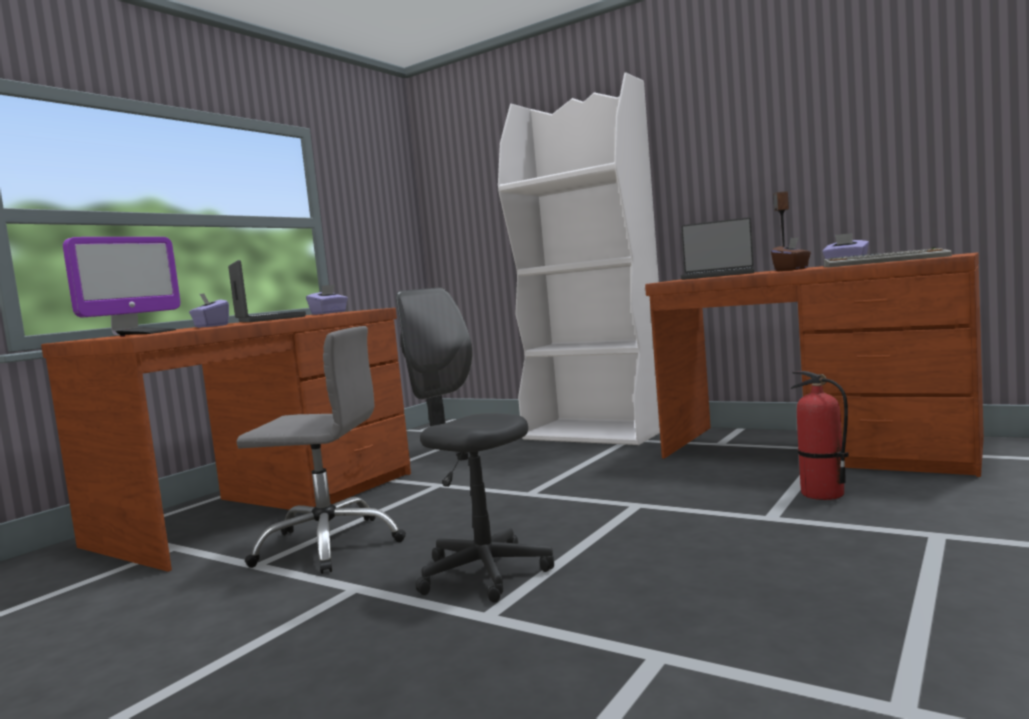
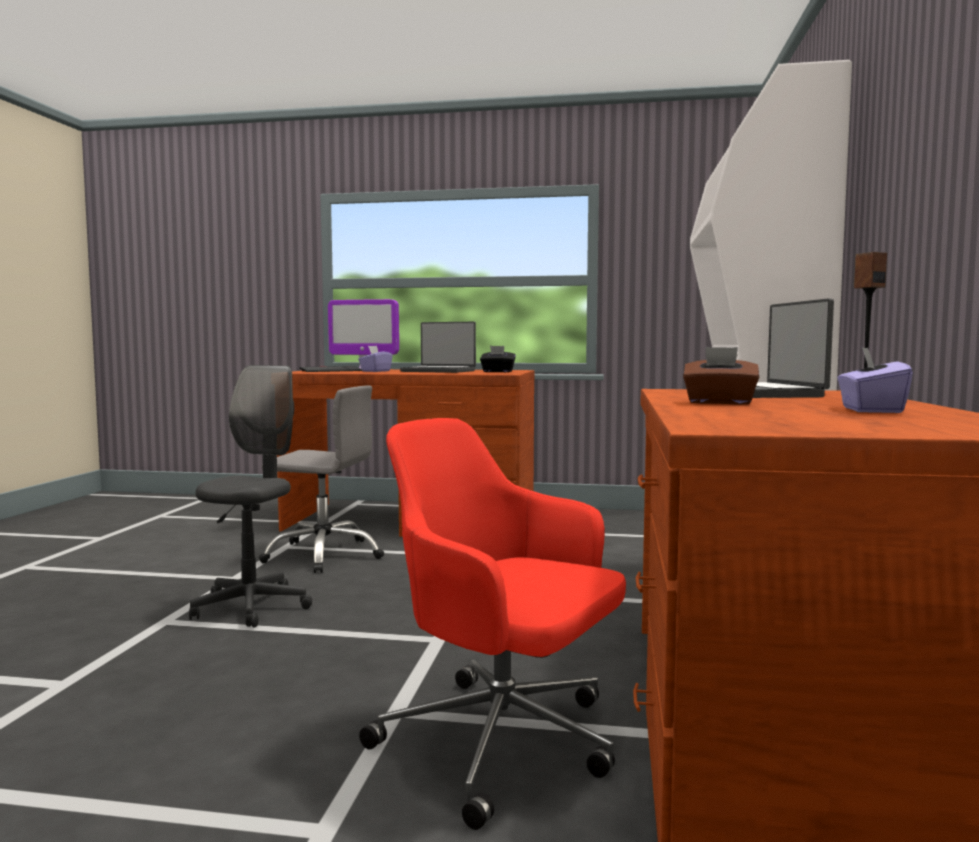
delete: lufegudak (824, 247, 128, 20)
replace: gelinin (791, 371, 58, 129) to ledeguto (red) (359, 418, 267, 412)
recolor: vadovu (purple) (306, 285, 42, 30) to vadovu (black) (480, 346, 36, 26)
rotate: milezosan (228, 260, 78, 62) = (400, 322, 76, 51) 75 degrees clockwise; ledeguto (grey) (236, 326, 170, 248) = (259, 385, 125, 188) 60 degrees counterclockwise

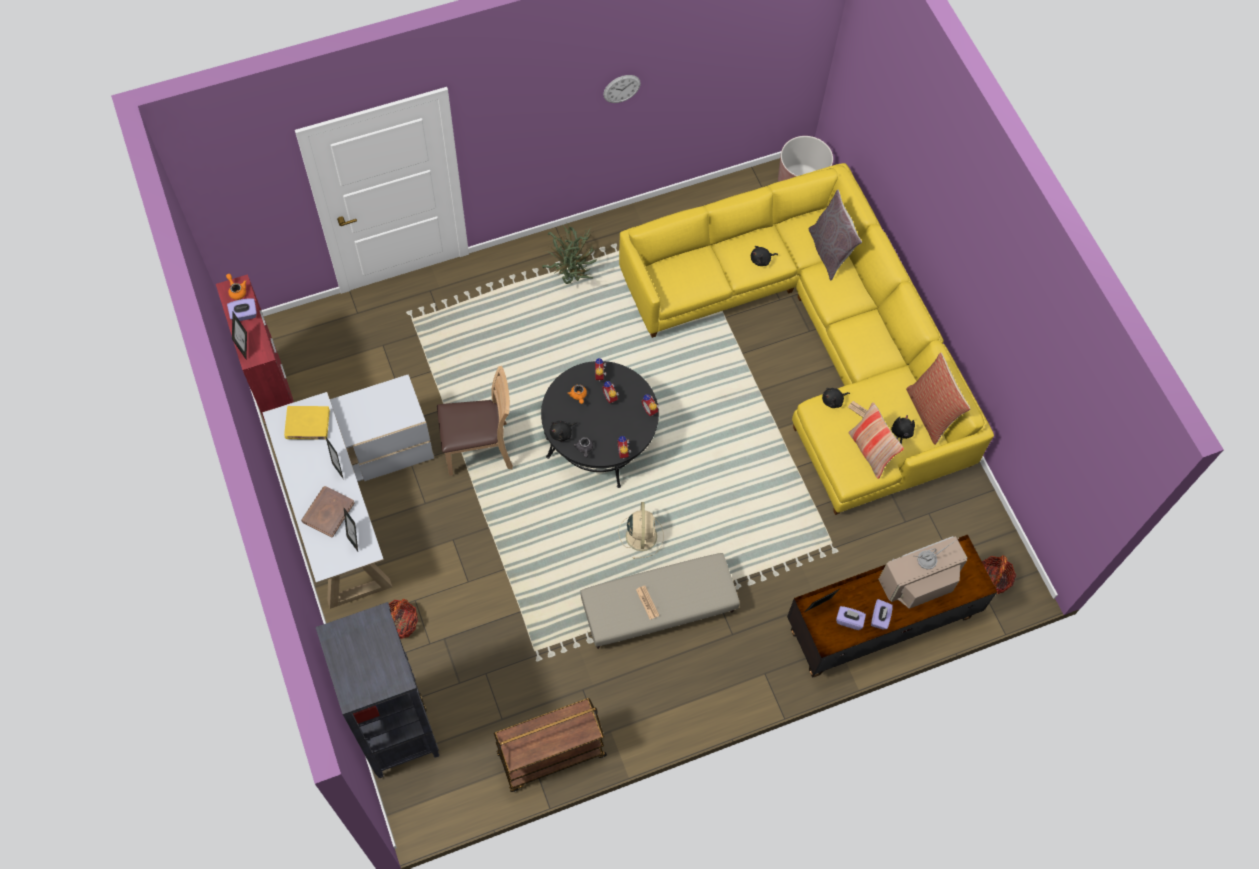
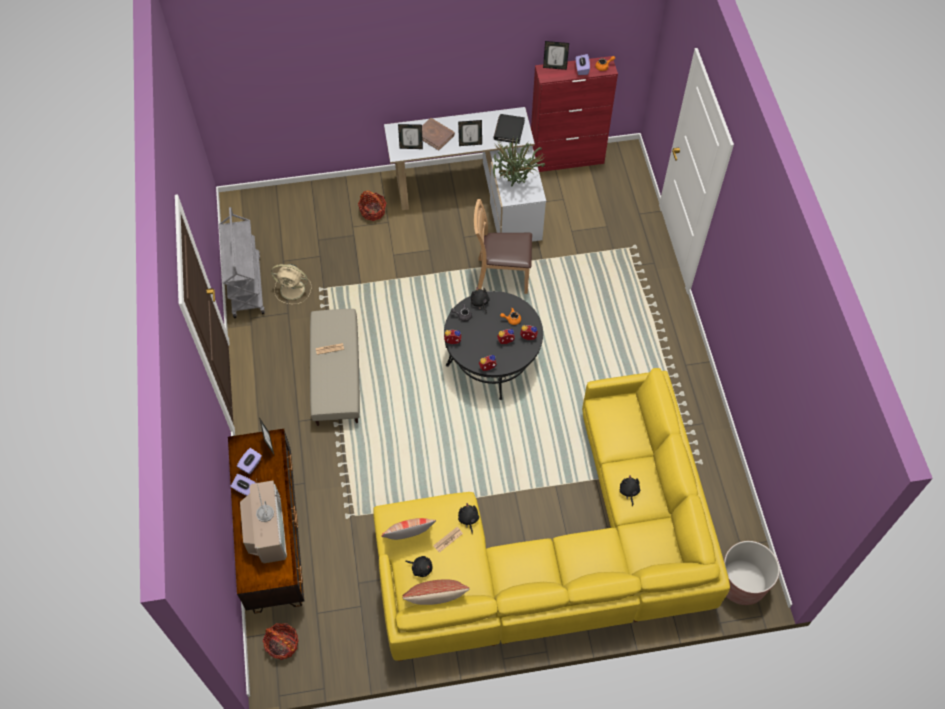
delete: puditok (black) (316, 602, 123, 176); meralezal (603, 75, 38, 28); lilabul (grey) (808, 190, 54, 90)
move: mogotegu (542, 223, 55, 61) to (493, 137, 53, 50); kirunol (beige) (619, 502, 44, 57) to (271, 264, 40, 40)
recolor: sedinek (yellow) (284, 406, 46, 34) to sedinek (black) (494, 114, 31, 30); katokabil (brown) (494, 698, 113, 94) to katokabil (grey) (219, 207, 46, 111)
rotate: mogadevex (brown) (437, 366, 76, 110) = (474, 199, 58, 95) 90 degrees clockwise

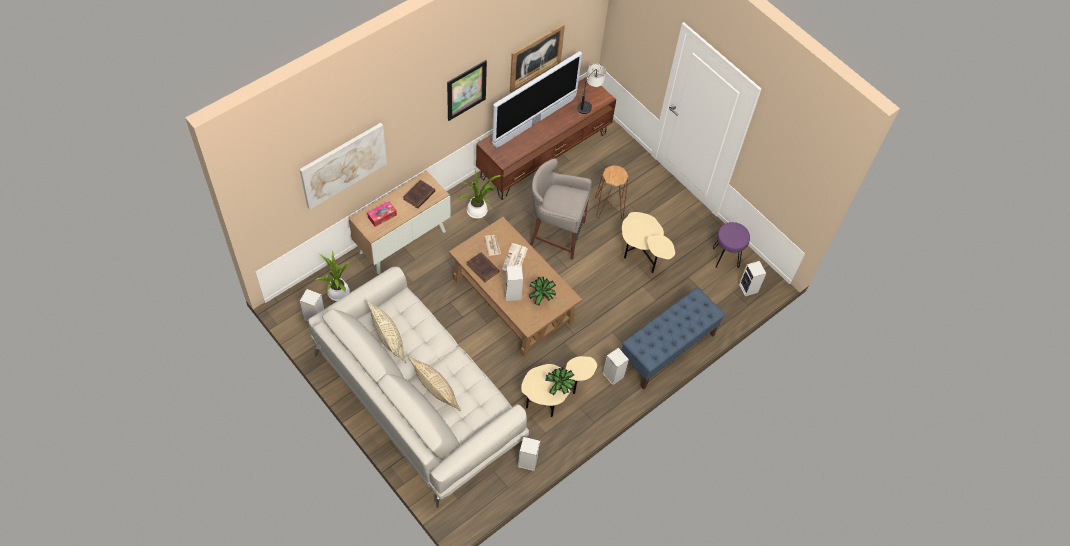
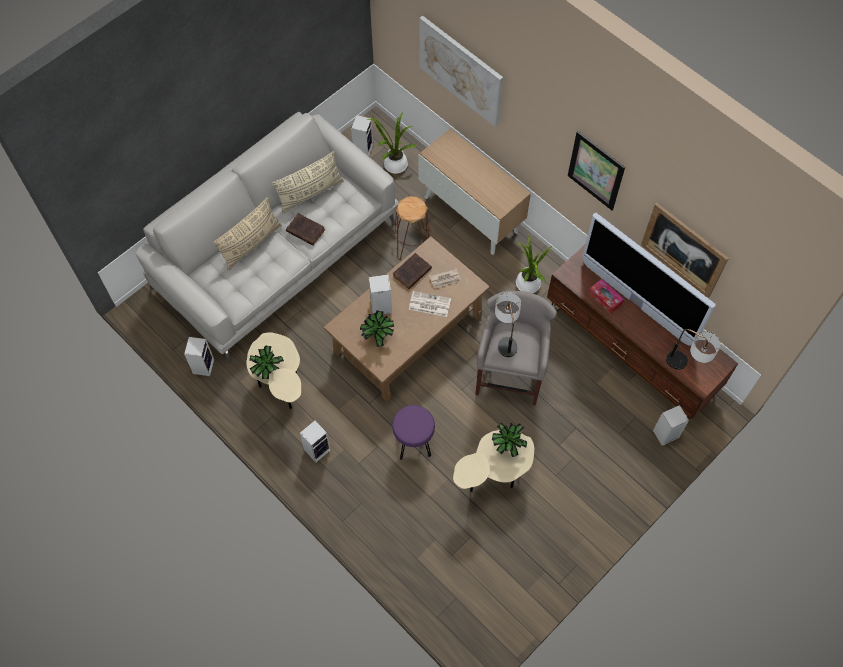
delete: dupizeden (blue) (621, 287, 104, 103)
insert: mogotegu (492, 423, 35, 34); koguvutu (495, 292, 27, 65)
move: vadovu (367, 201, 30, 26) to (589, 279, 35, 35); sedinek (brown) (404, 180, 31, 29) to (286, 213, 39, 33); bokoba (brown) (595, 165, 33, 54) to (394, 196, 36, 64); bokoba (purple) (713, 222, 37, 46) to (392, 405, 43, 55); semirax (739, 261, 27, 36) to (653, 405, 36, 41)

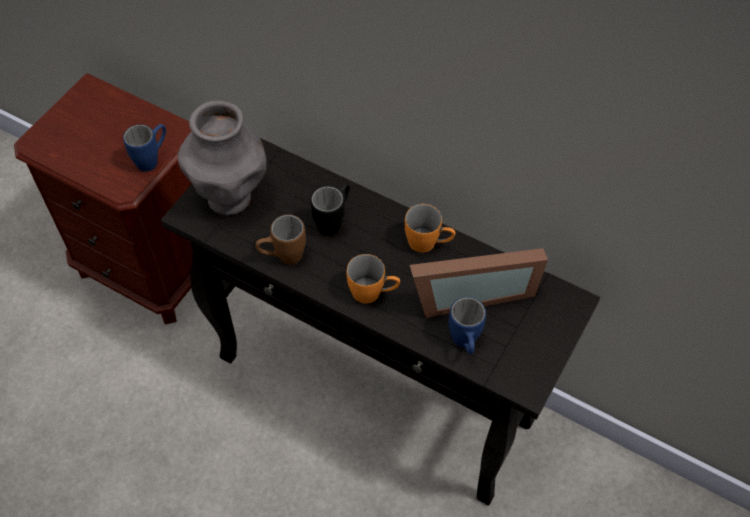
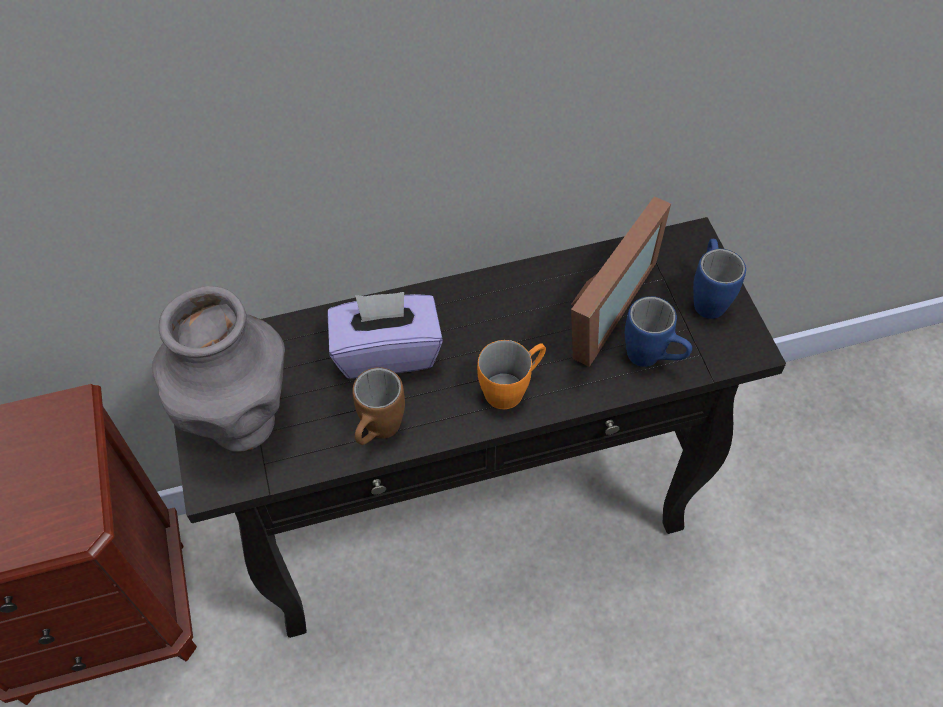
delete: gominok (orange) (405, 204, 51, 49)
move: gominok (blue) (123, 124, 43, 48) to (693, 239, 53, 80)
replace: gominok (black) (311, 183, 39, 53) to vadovu (purple) (327, 292, 116, 87)

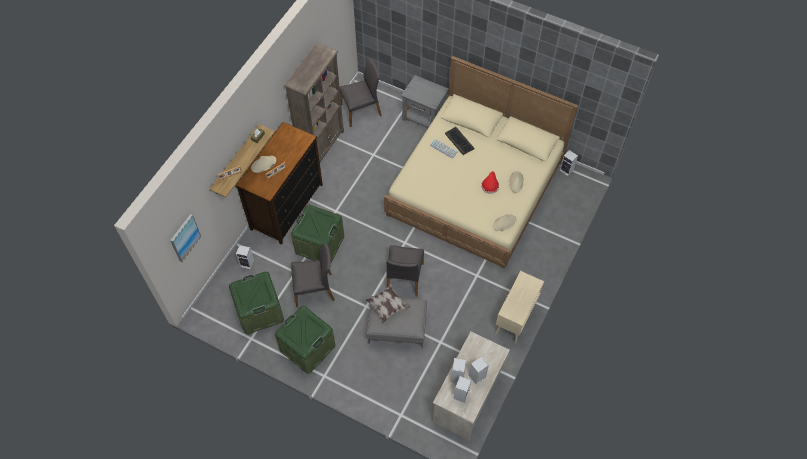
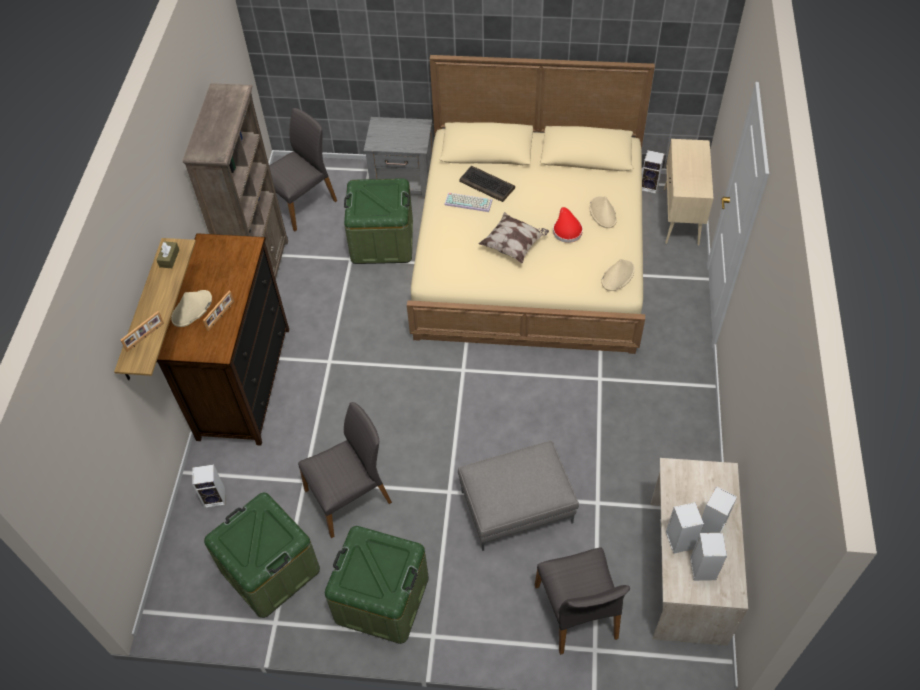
delete: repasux (170, 214, 31, 48)
move: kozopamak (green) (291, 205, 53, 57) to (344, 178, 69, 86); lilabul (366, 284, 44, 39) to (479, 212, 70, 51); mogadevex (grey) (386, 245, 38, 51) to (535, 548, 95, 107); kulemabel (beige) (495, 271, 49, 73) to (664, 139, 49, 107)

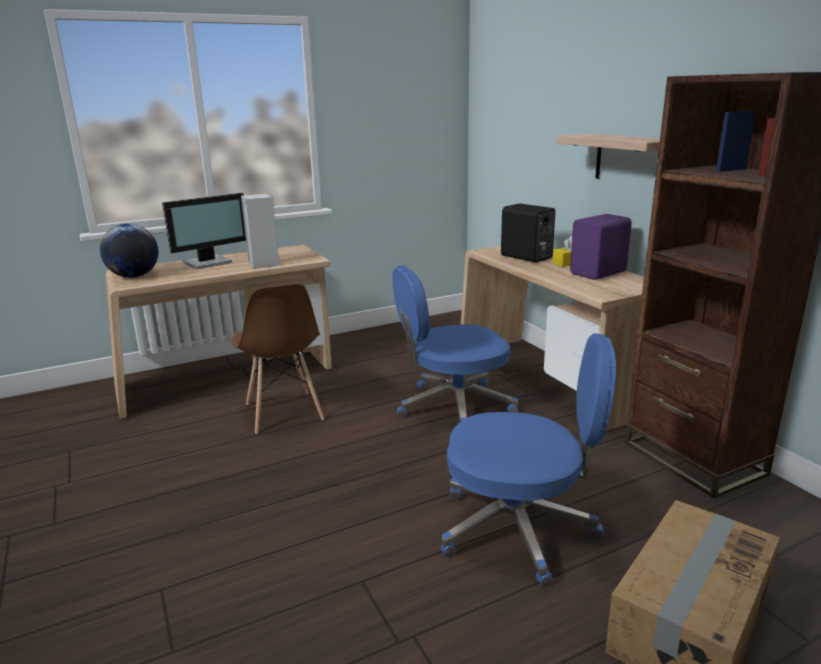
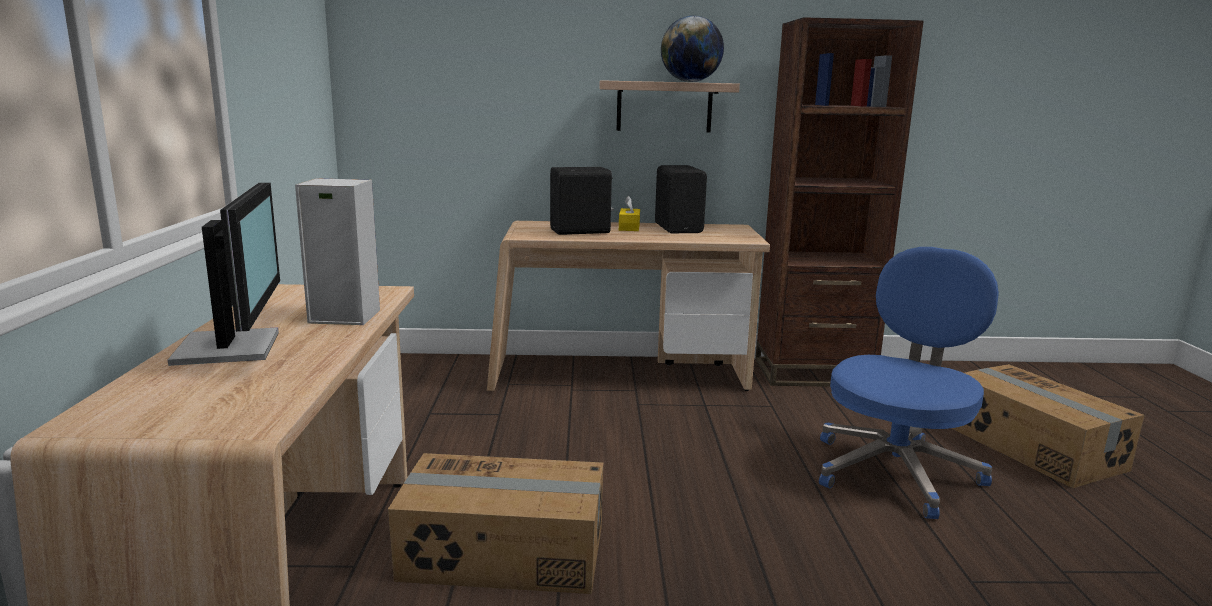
delete: ledeguto (blue) (392, 265, 126, 157)
move: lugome (100, 224, 59, 54) to (661, 16, 63, 66)
replace: mogadevex (brown) (231, 284, 93, 150) to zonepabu (388, 453, 215, 141)
recolor: semirax (purple) (570, 214, 62, 66) to semirax (black) (655, 165, 52, 68)

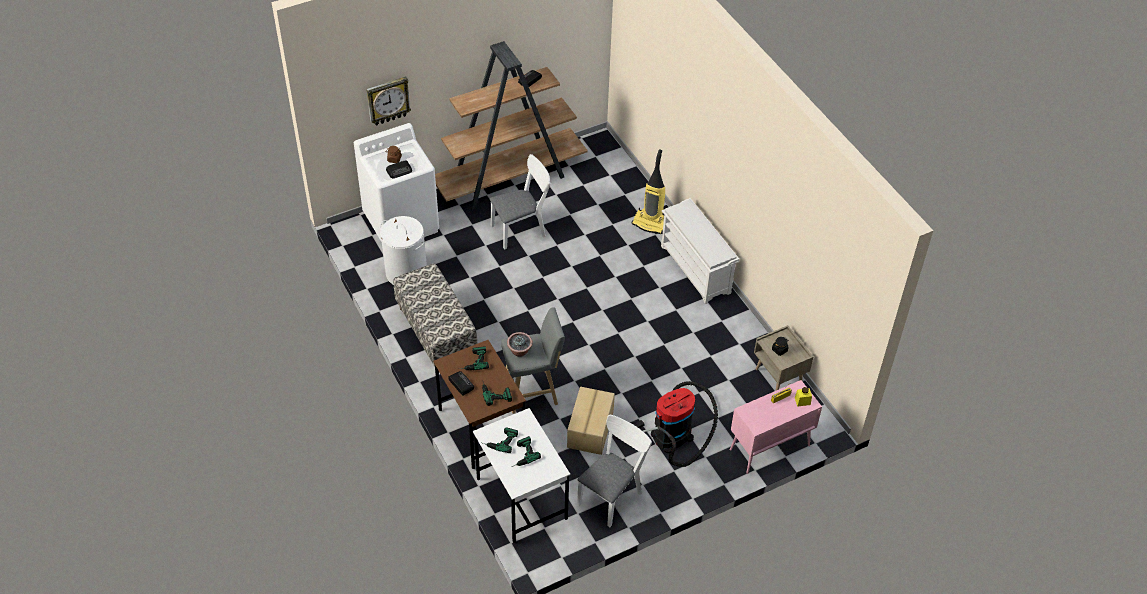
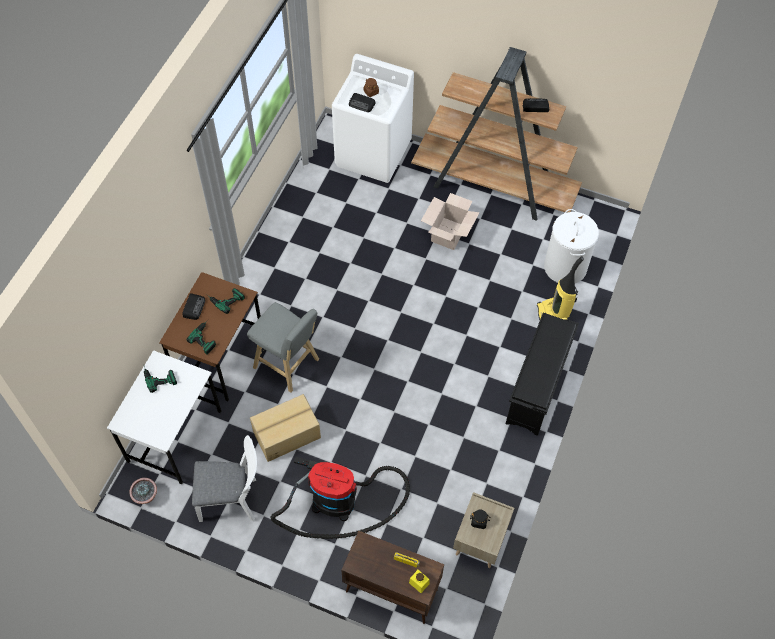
delete: meralezal (366, 76, 45, 50); dupizeden (393, 263, 84, 103); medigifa (512, 436, 29, 31)
move: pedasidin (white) (380, 216, 47, 69) to (544, 209, 55, 75); mogotegu (507, 332, 26, 25) to (129, 478, 28, 26)
replace: mogadevex (white) (490, 154, 61, 96) to zonepabu (421, 193, 59, 57)
recolor: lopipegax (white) (661, 198, 78, 106) to lopipegax (black) (506, 313, 73, 123); kulemabel (pink) (730, 380, 92, 94) to kulemabel (brown) (341, 531, 103, 93)

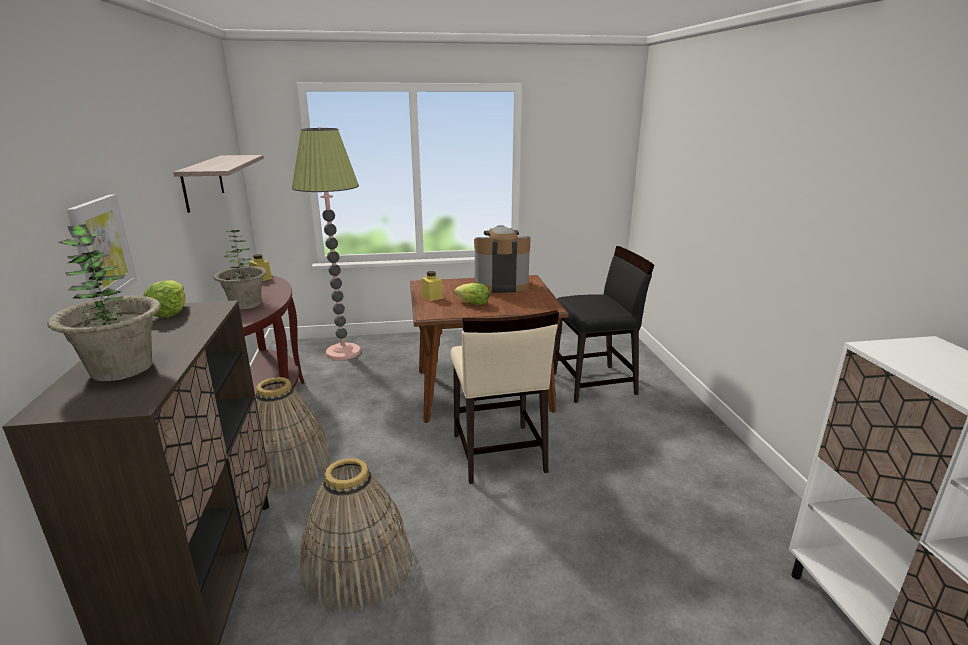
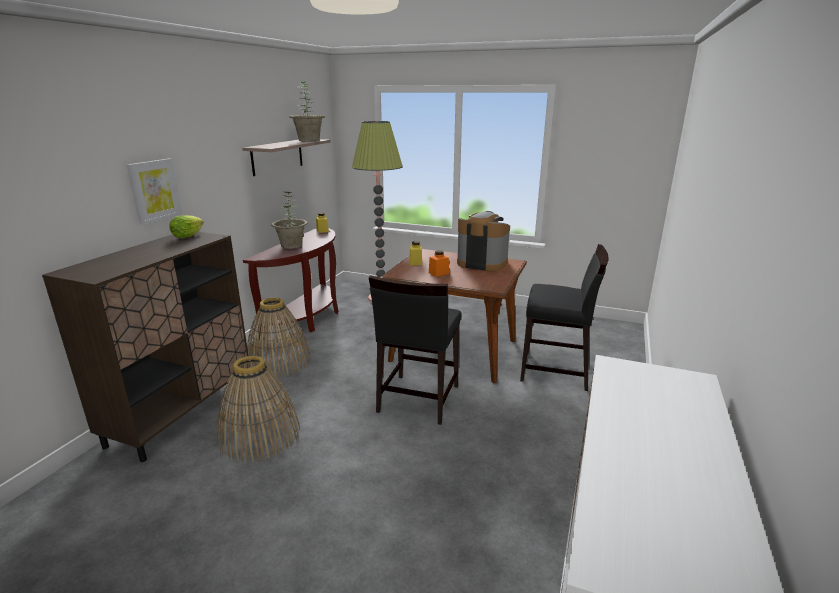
move: mogotegu (47, 224, 114, 157) to (289, 82, 36, 60)
replace: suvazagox (454, 283, 36, 22) to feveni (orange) (429, 250, 20, 27)
recolor: mogadevex (beige) (450, 310, 109, 174) to mogadevex (black) (369, 276, 92, 149)

